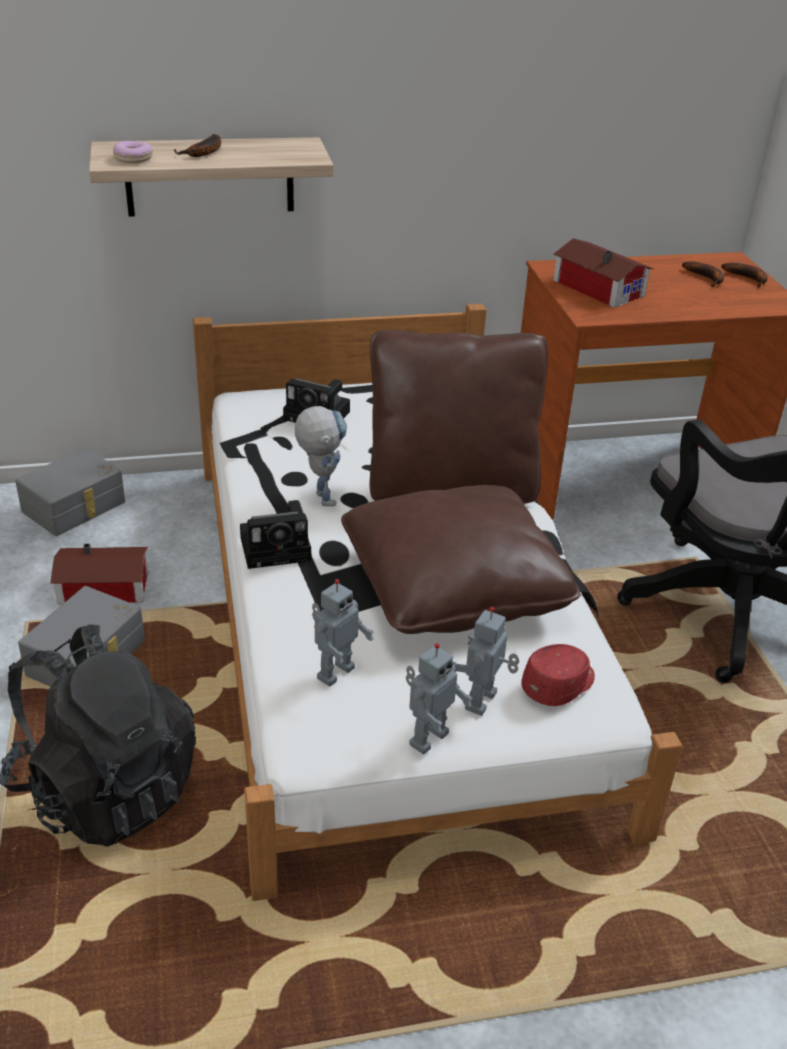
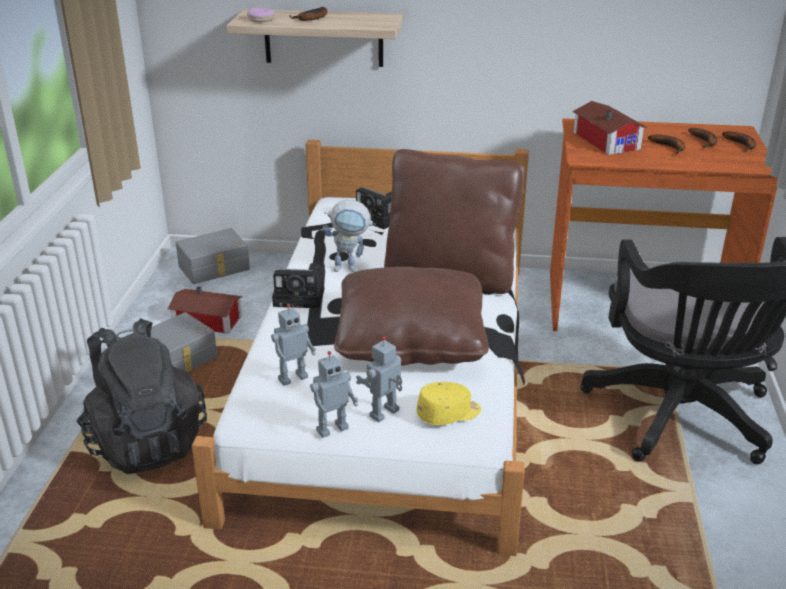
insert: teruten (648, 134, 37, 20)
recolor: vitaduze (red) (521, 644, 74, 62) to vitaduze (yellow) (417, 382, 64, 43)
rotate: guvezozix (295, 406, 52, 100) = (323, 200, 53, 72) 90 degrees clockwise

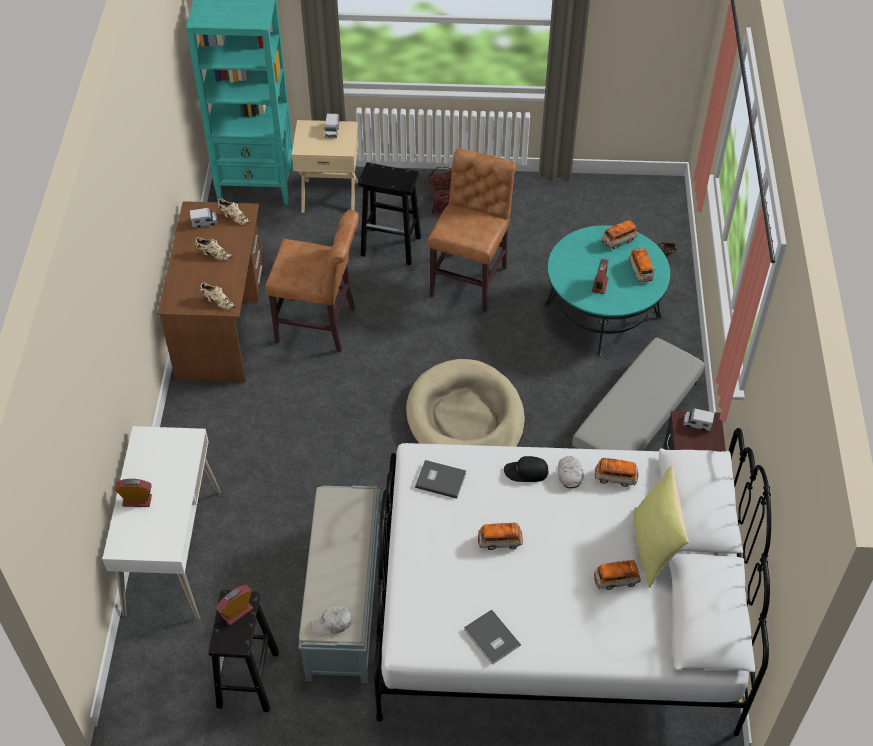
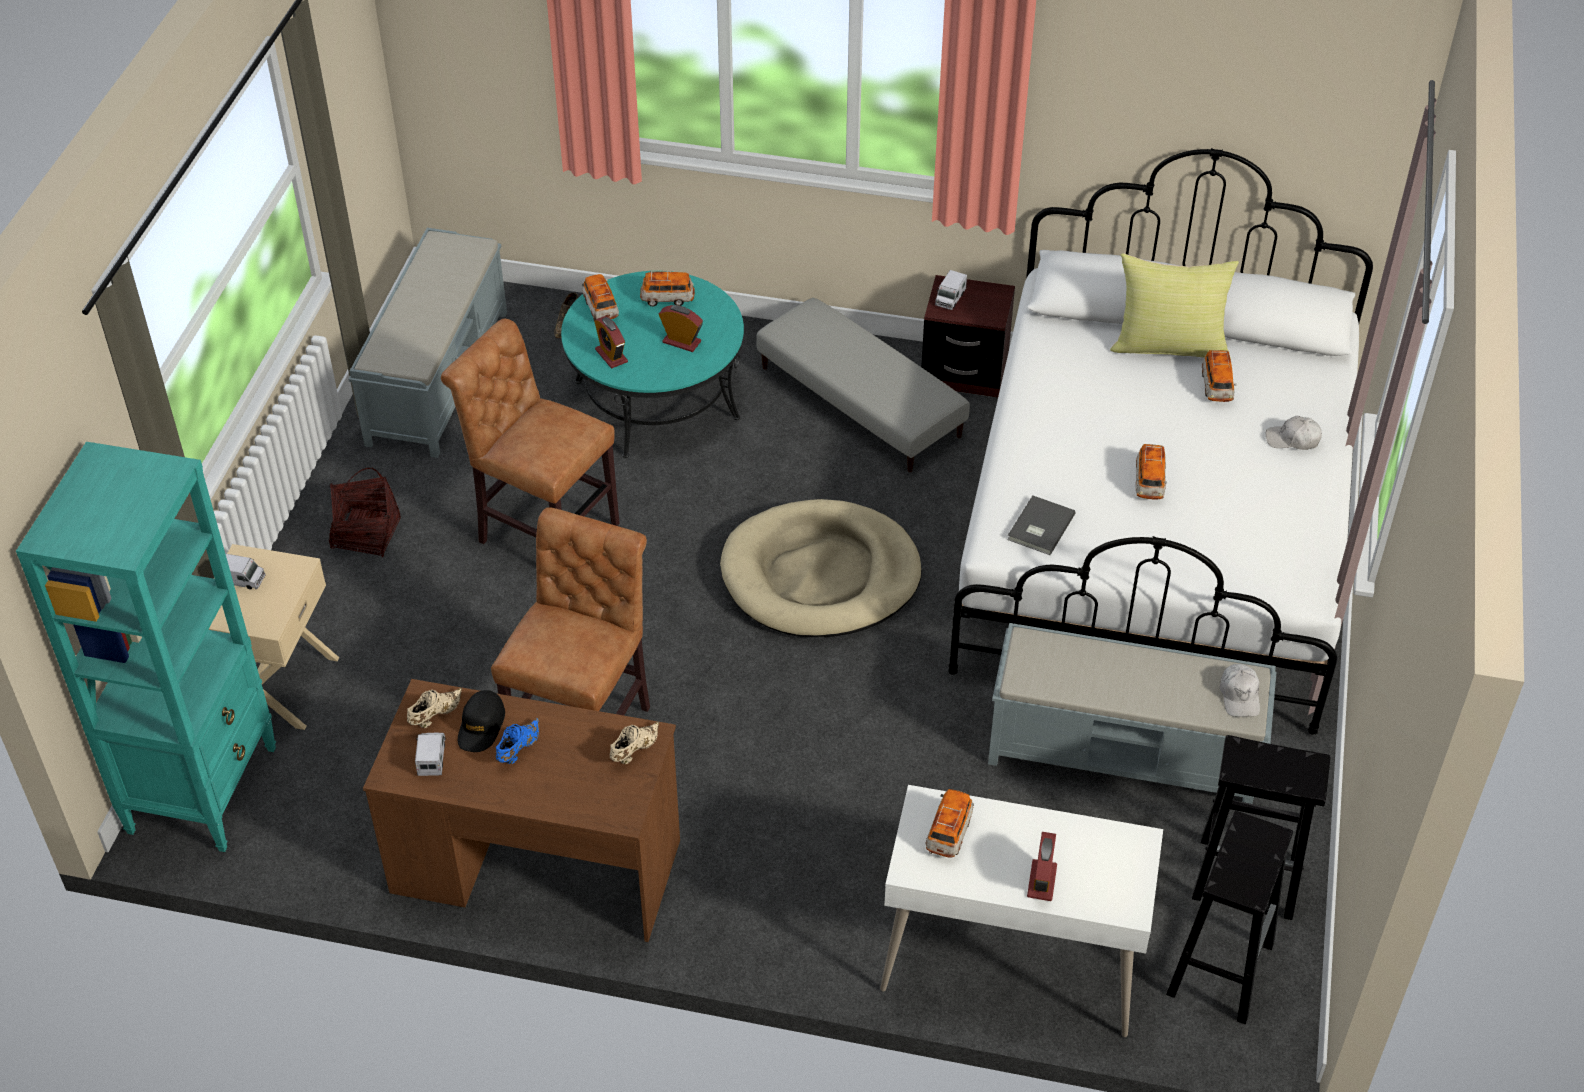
delete: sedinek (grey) (464, 609, 57, 56)
insert: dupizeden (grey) (348, 228, 159, 230)
move: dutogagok (216, 585, 37, 40) to (594, 316, 34, 52); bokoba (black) (358, 162, 63, 103) to (1166, 811, 127, 213); vitaduze (black) (504, 456, 45, 26) to (458, 690, 47, 62); vitaduze (white) (558, 456, 26, 32) to (1266, 416, 56, 34); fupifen (595, 458, 43, 29) to (926, 789, 48, 68)
recolor: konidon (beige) (195, 237, 38, 23) to konidon (blue) (496, 718, 43, 46)

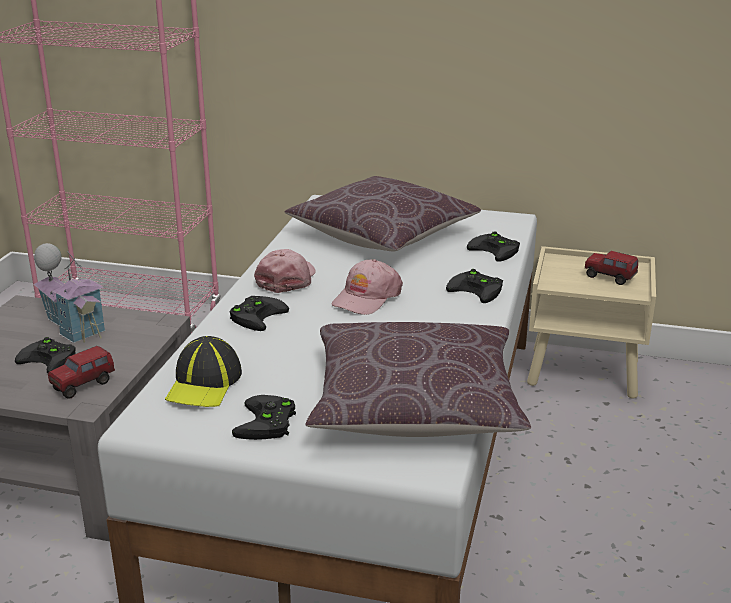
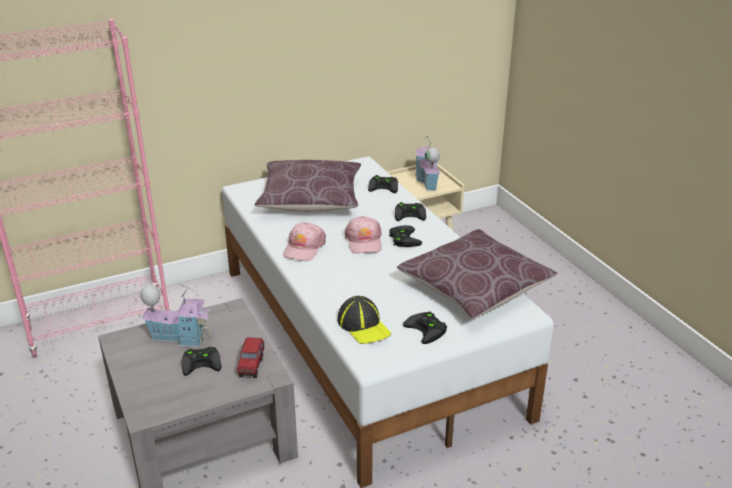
move: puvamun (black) (230, 296, 59, 35) to (389, 225, 33, 22)
replace: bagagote (585, 251, 53, 34) to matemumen (415, 136, 26, 55)
rotate: vitaduze (pink) (254, 249, 62, 44) = (283, 223, 43, 38) 135 degrees counterclockwise

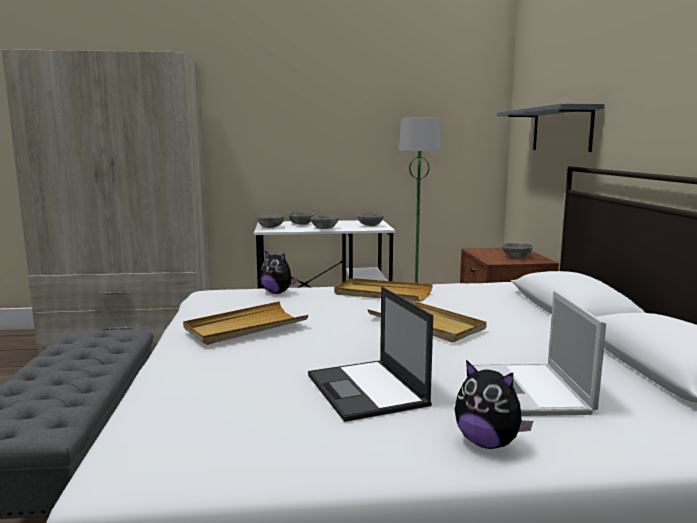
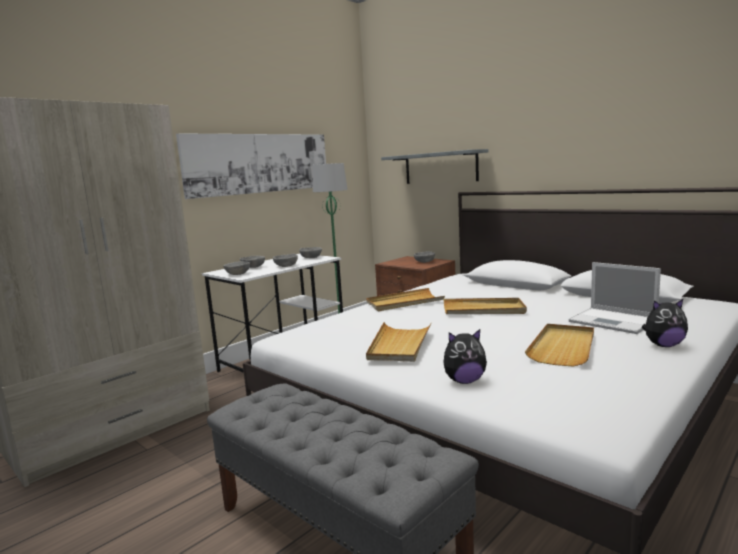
insert: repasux (176, 133, 150, 66)
move: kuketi (260, 251, 37, 43) to (444, 329, 43, 55)
replace: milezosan (308, 287, 125, 135) to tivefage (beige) (525, 324, 69, 43)

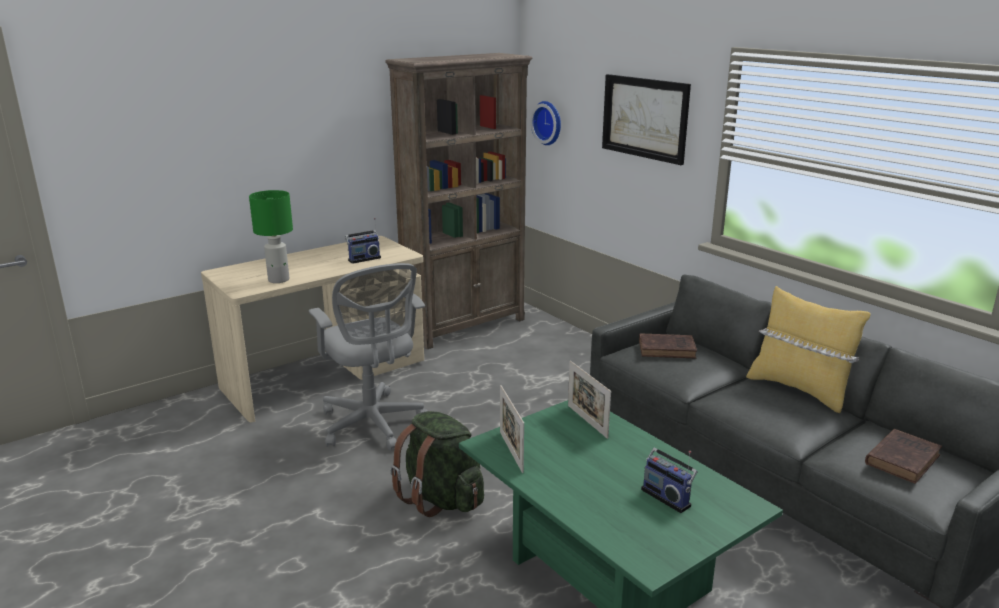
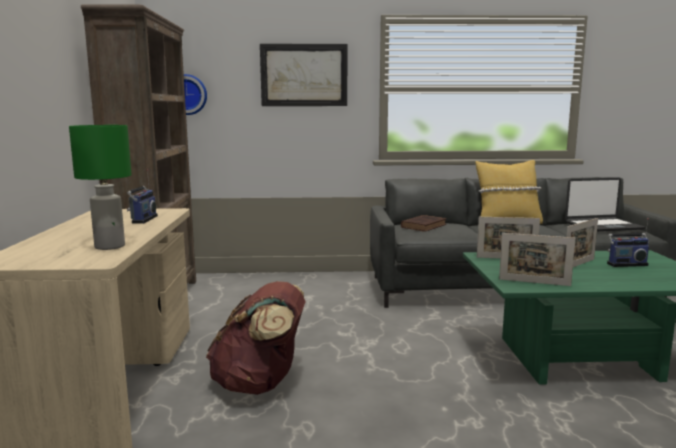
delete: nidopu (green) (390, 411, 94, 106)
insert: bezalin (567, 218, 31, 49)
replace: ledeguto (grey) (309, 263, 118, 187) to nidopu (brown) (206, 281, 100, 114); sedinek (brown) (865, 429, 77, 55) to milezosan (565, 178, 80, 54)

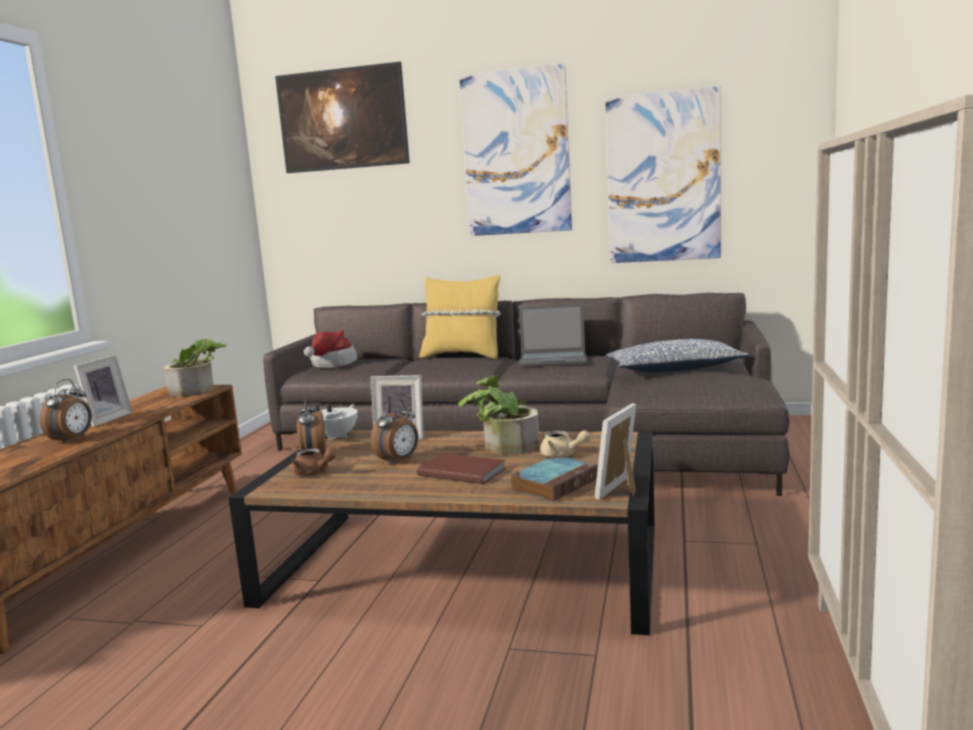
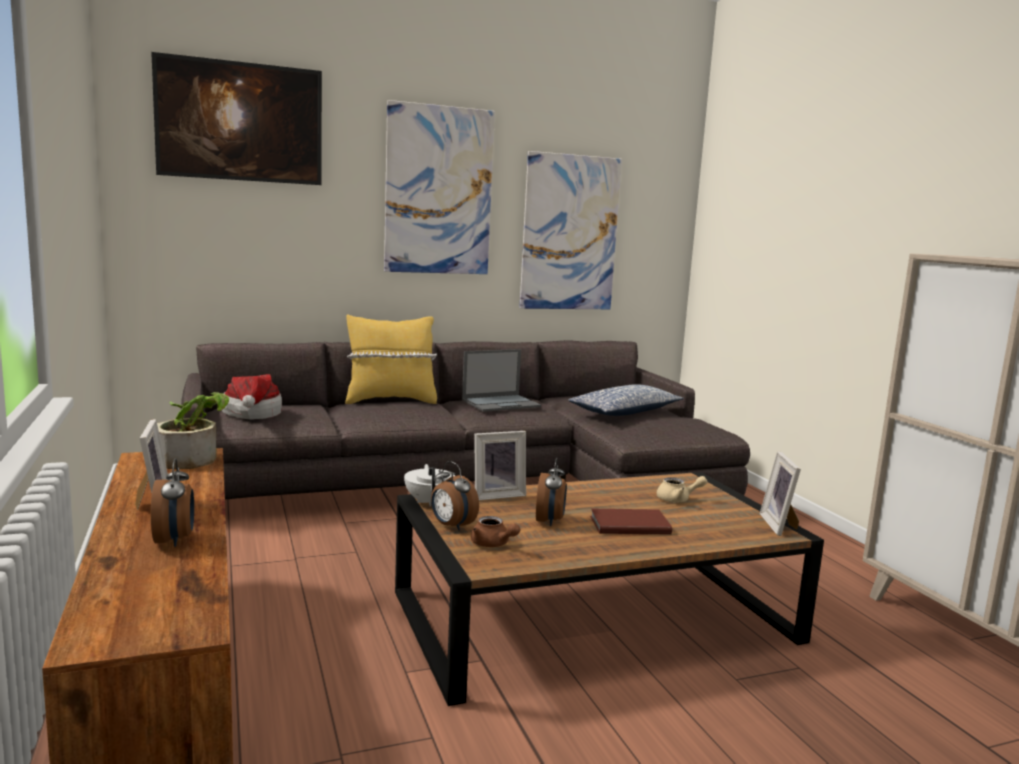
delete: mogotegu (458, 376, 81, 79); sedinek (510, 455, 88, 47)
rotate: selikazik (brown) (292, 448, 44, 28) = (471, 516, 49, 31) 45 degrees clockwise

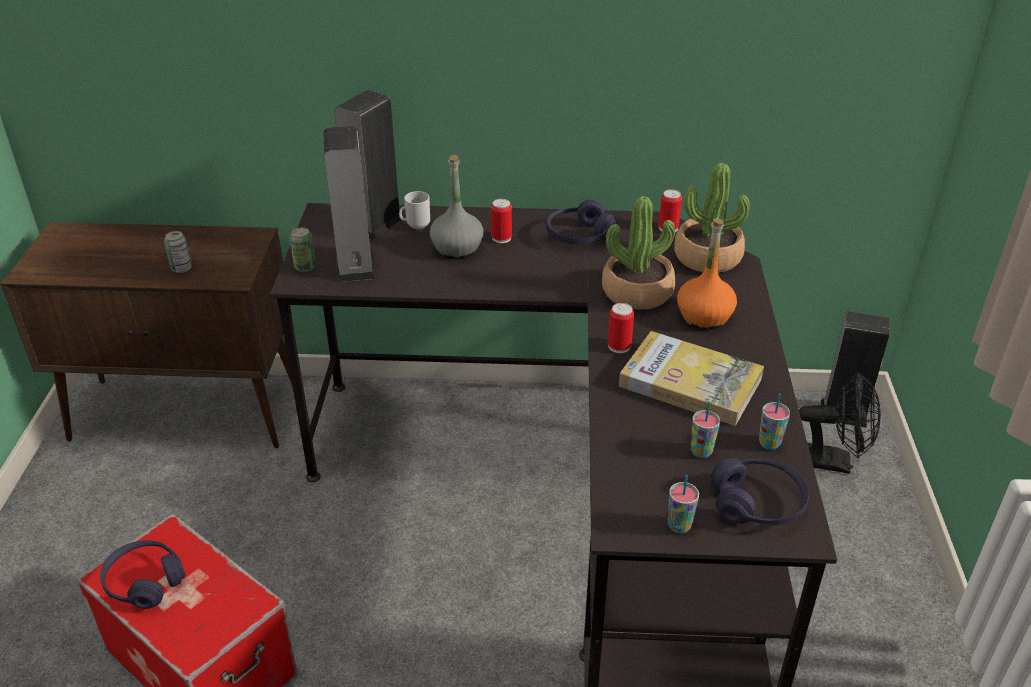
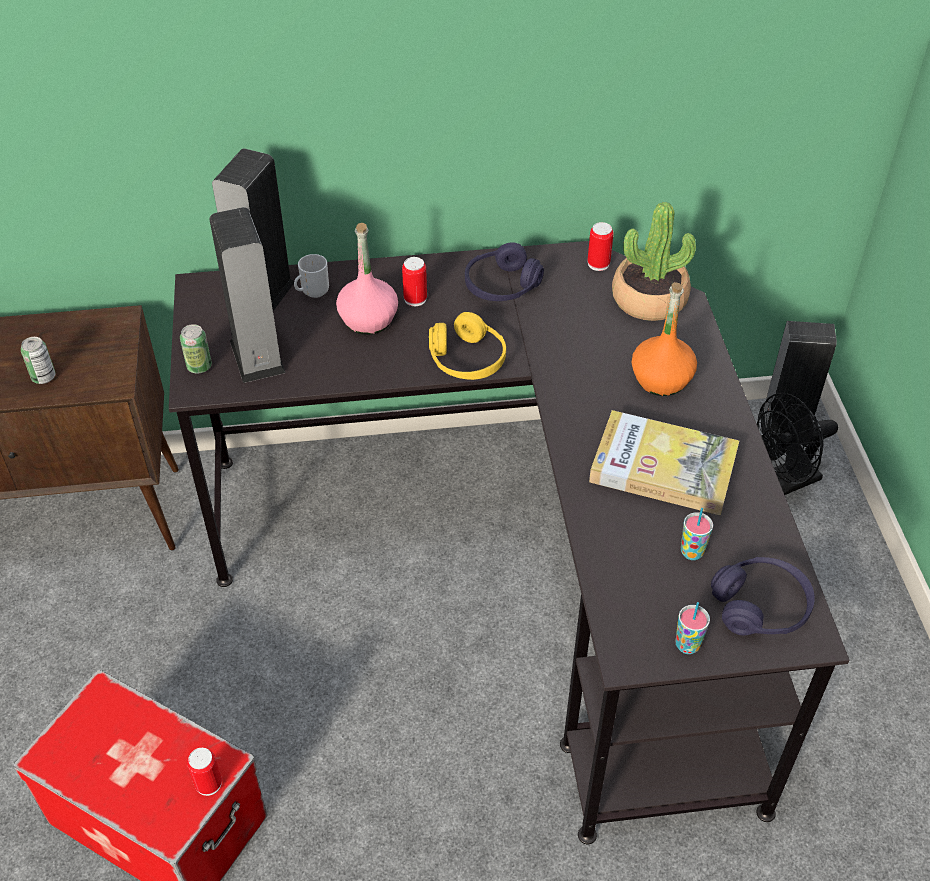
delete: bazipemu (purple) (100, 540, 86, 69); mogotegu (602, 196, 73, 114); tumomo (759, 393, 31, 57)
insert: bazipemu (yellow) (429, 312, 77, 68)
move: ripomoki (608, 303, 26, 50) to (187, 748, 35, 48)
recolor: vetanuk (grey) (430, 155, 53, 104) to vetanuk (pink) (336, 223, 62, 112)
rotate: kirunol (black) (799, 372, 82, 102) = (757, 393, 81, 102) 150 degrees clockwise

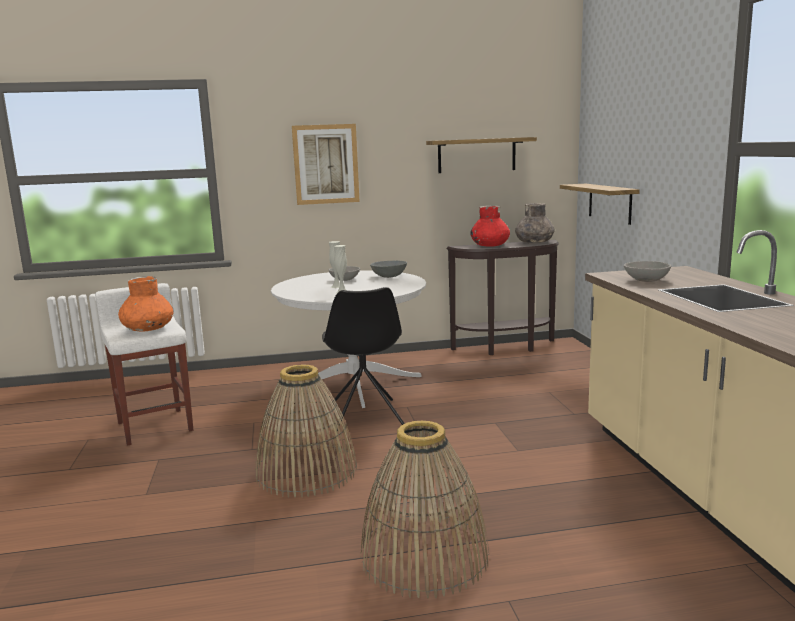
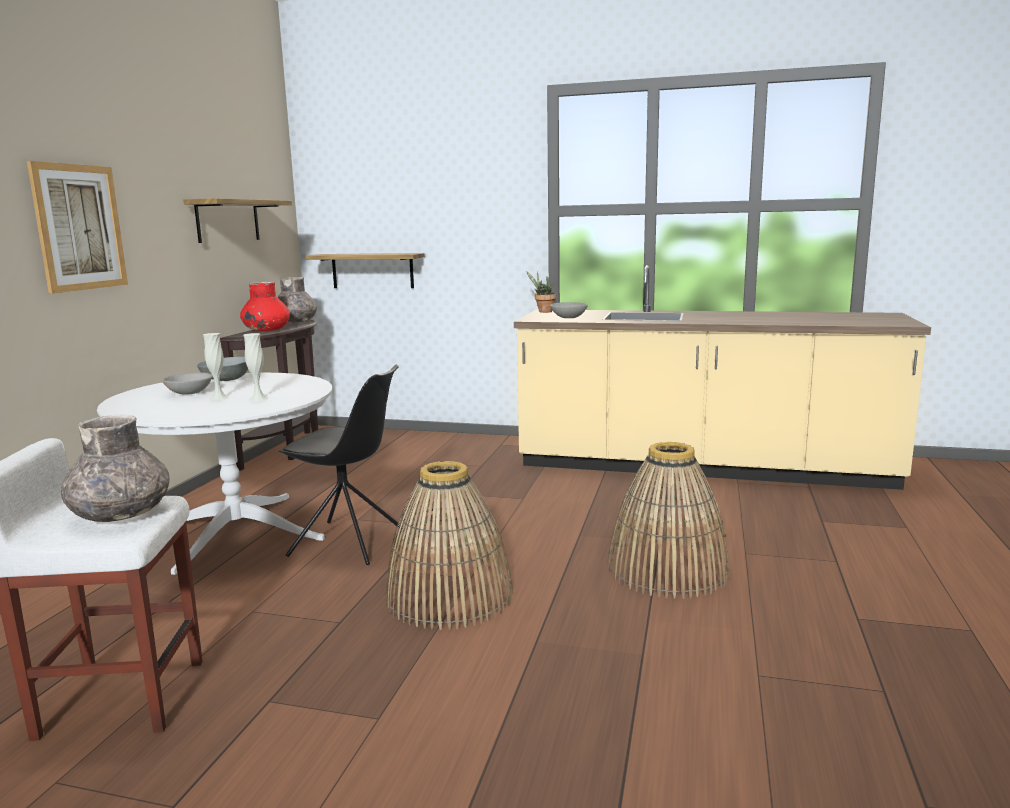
insert: mogotegu (526, 271, 30, 42)
recolor: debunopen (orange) (118, 276, 56, 56) to debunopen (grey) (61, 415, 109, 107)

